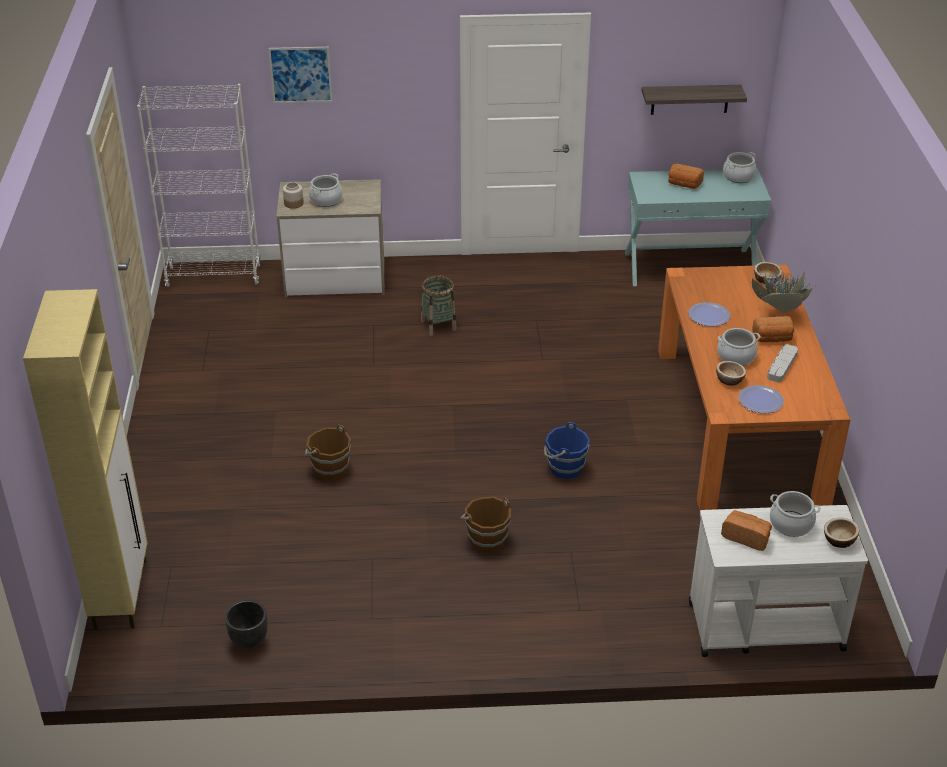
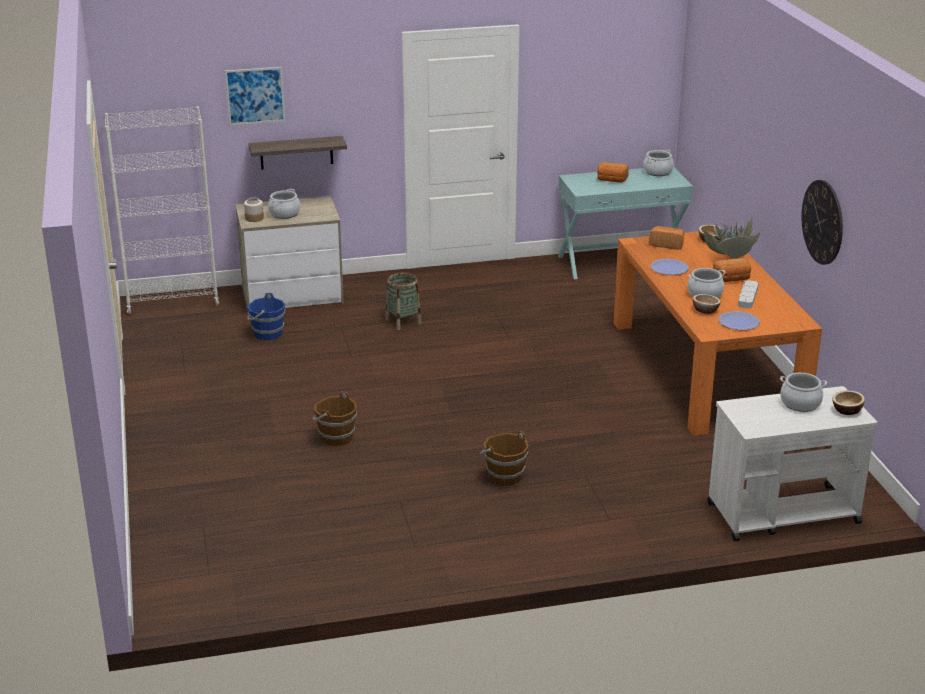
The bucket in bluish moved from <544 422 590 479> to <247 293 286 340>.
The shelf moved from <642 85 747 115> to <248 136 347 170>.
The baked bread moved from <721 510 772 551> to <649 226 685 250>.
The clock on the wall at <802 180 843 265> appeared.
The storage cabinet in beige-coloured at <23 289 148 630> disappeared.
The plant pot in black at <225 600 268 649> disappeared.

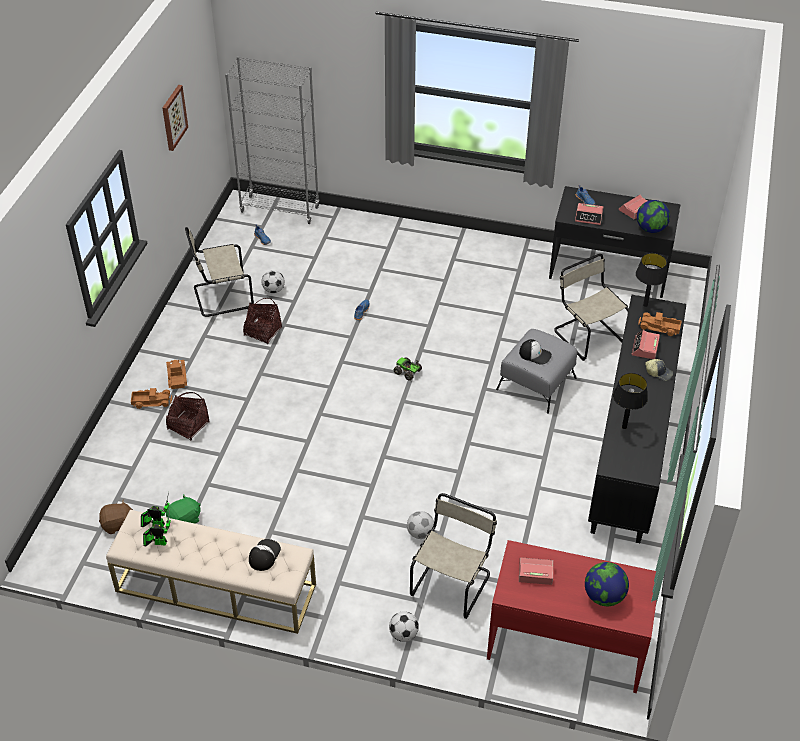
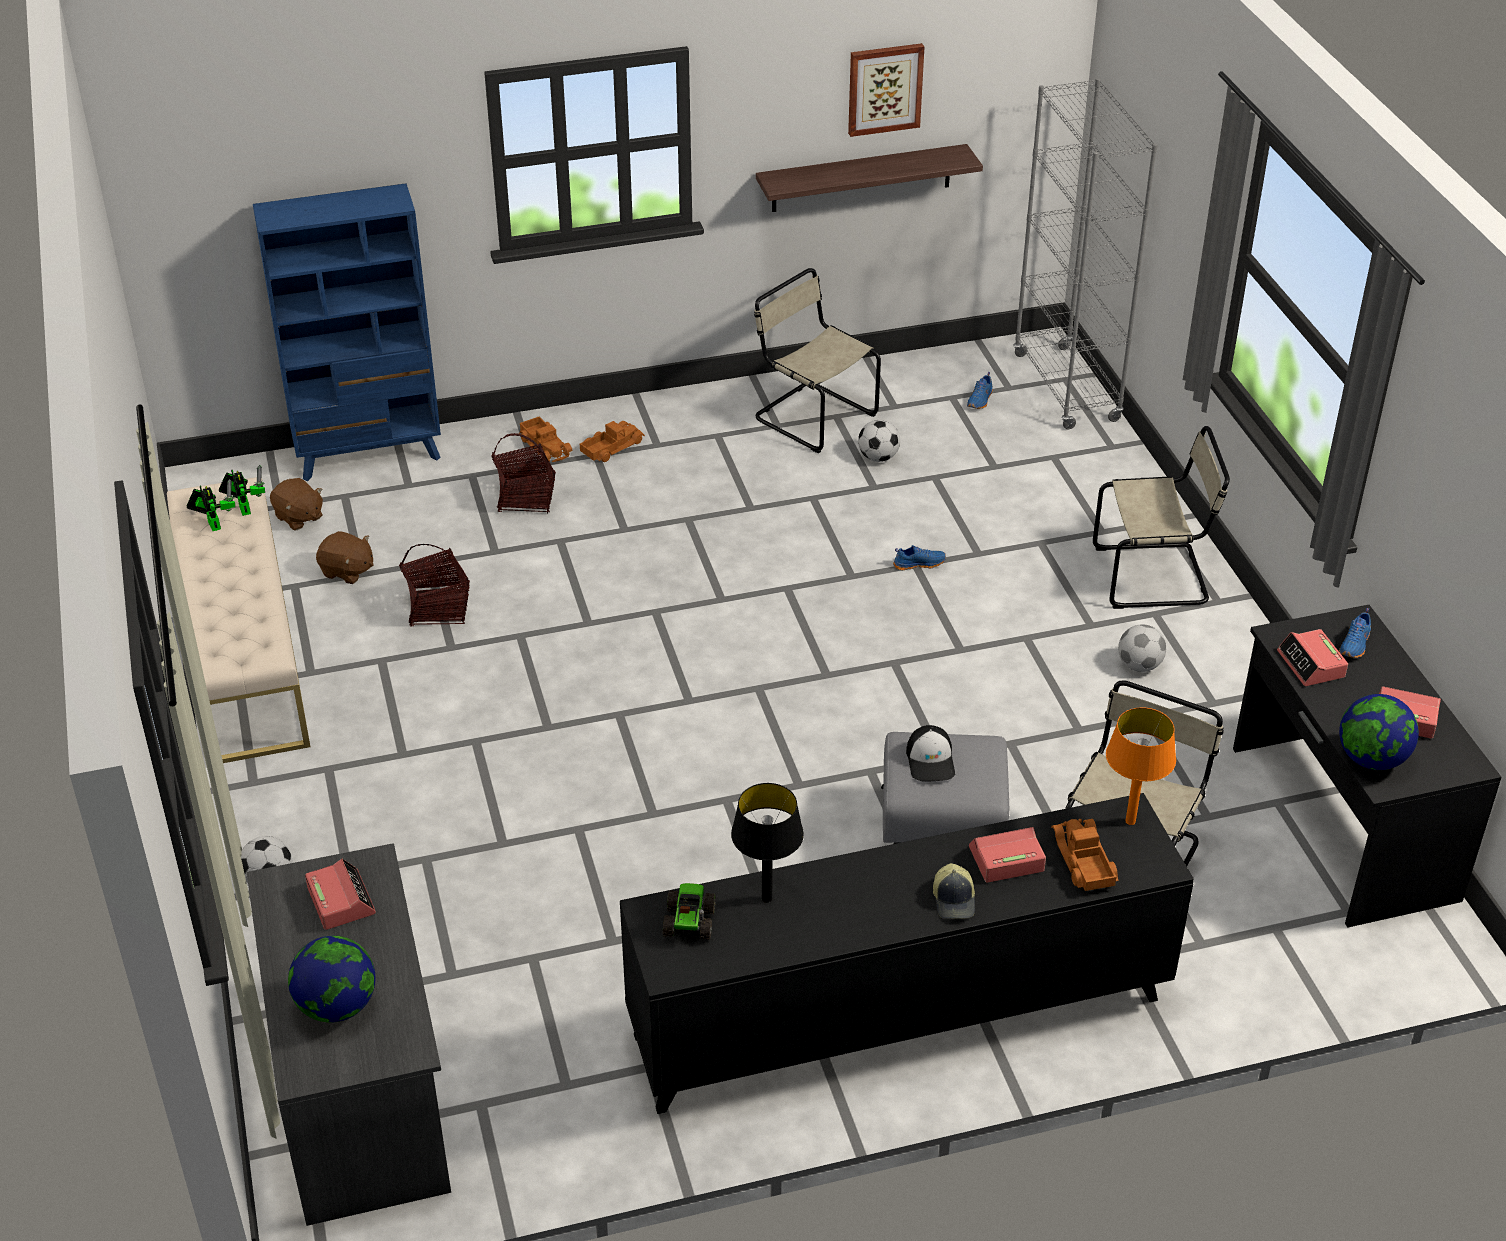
The desk in reddish at <487 540 657 693> became the desk in gray at <247 843 451 1226>.
The bookshelf in bluish at <253 183 441 481> appeared.
The cuddly toy in greenish at <166 494 201 524> became the cuddly toy in brownish at <316 531 374 584>.
The basket moved from <243 298 282 344> to <399 544 470 627>.
The toy truck moved from <393 357 422 381> to <663 883 716 940>.
The shelf at <756 144 983 212> appeared.
The chair in beige-coloured moved from <410 493 497 619> to <1093 426 1230 609>.
The table lamp in black at <636 253 667 307> became the table lamp in orange at <1106 707 1176 825>.
The football ball moved from <407 511 434 539> to <1118 624 1166 672>.
The peaked cap at <249 539 281 571> disappeared.

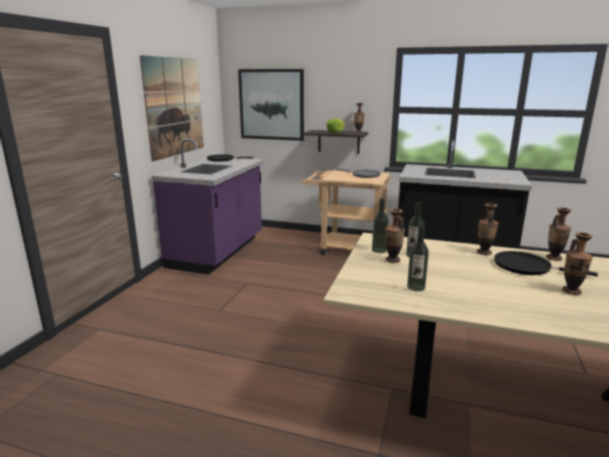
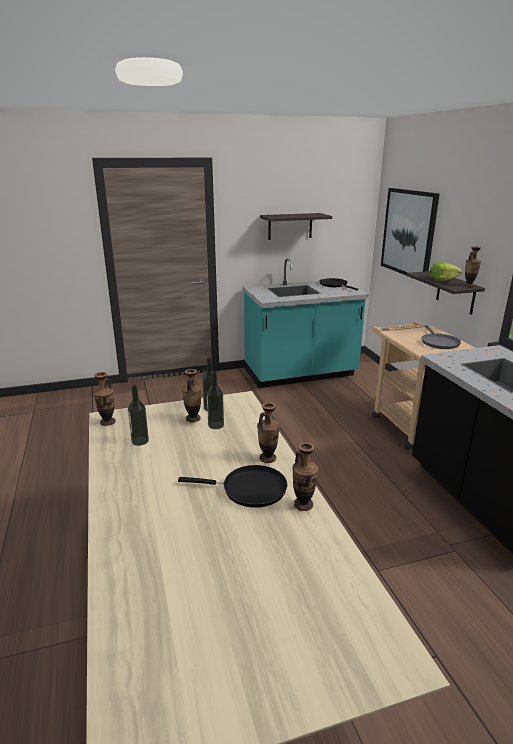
The flower vase moved from <562 232 593 295> to <93 372 116 426>.
The pan in black at <494 251 598 276> turned 105 degrees clockwise.
The kitchen base unit in purple at <152 139 263 275> became the kitchen base unit in turquoise-coloured at <243 258 369 388>.
The wall art at <140 55 204 162> was replaced by the shelf at <260 213 332 240>.

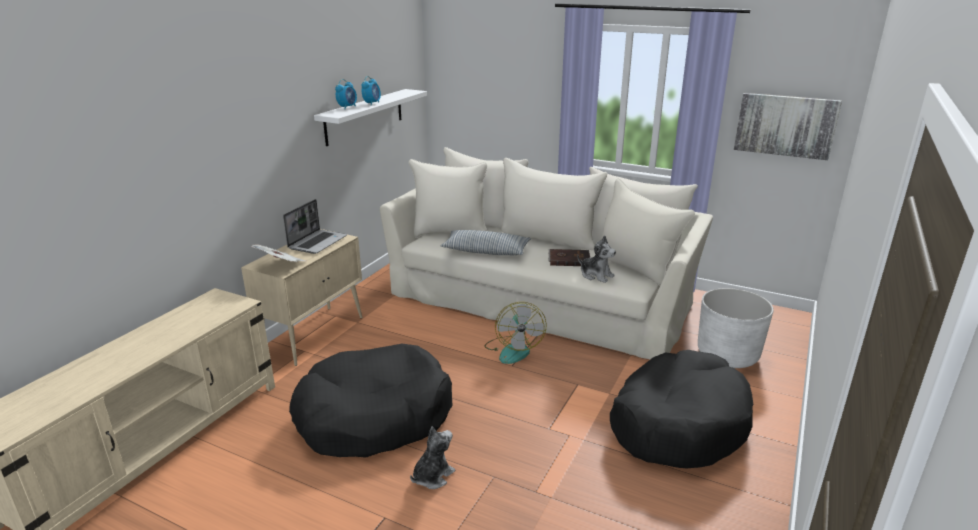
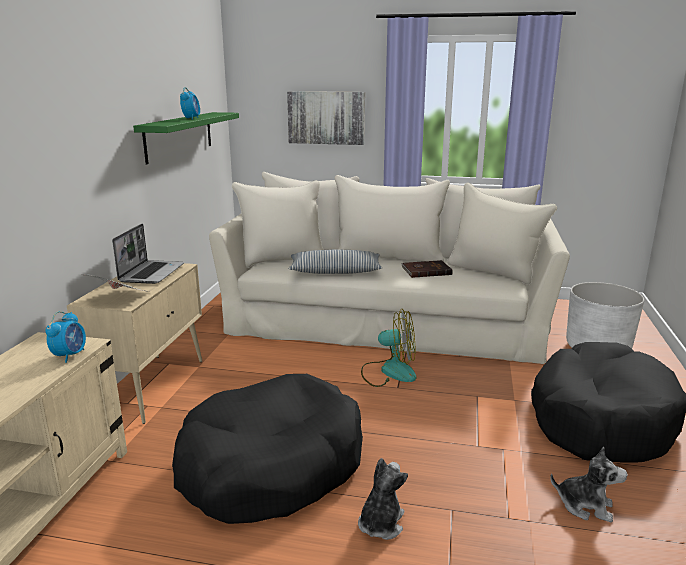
The bedside clock moved from <335 79 357 109> to <45 311 86 363>.
The shelf in whitish at <314 89 427 146> became the shelf in greenish at <133 112 239 164>.
The wall art moved from <734 93 842 160> to <287 91 365 145>.
The fan at <484 302 547 364> turned 60 degrees counterclockwise.
The cuddly toy moved from <577 236 616 283> to <550 447 628 523>.

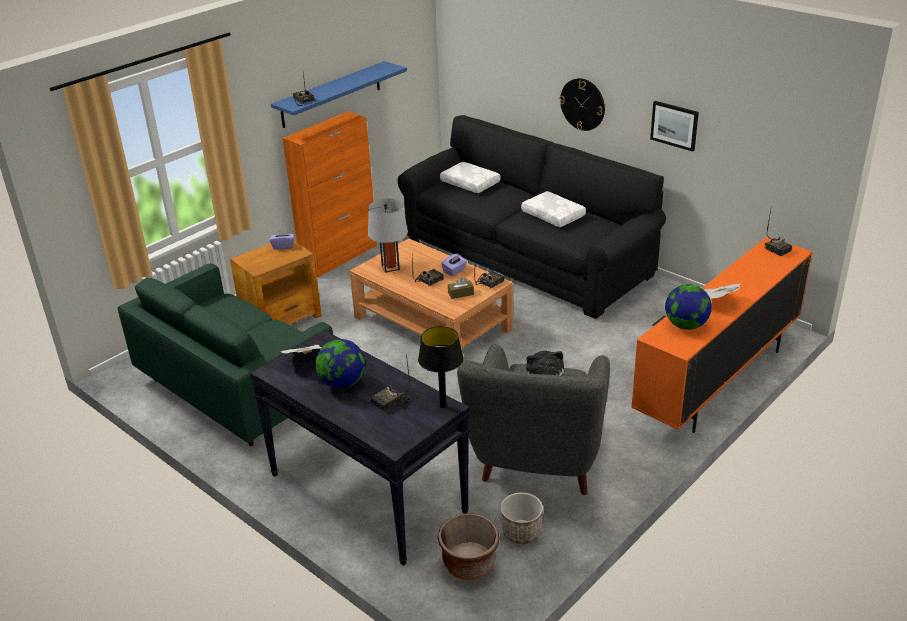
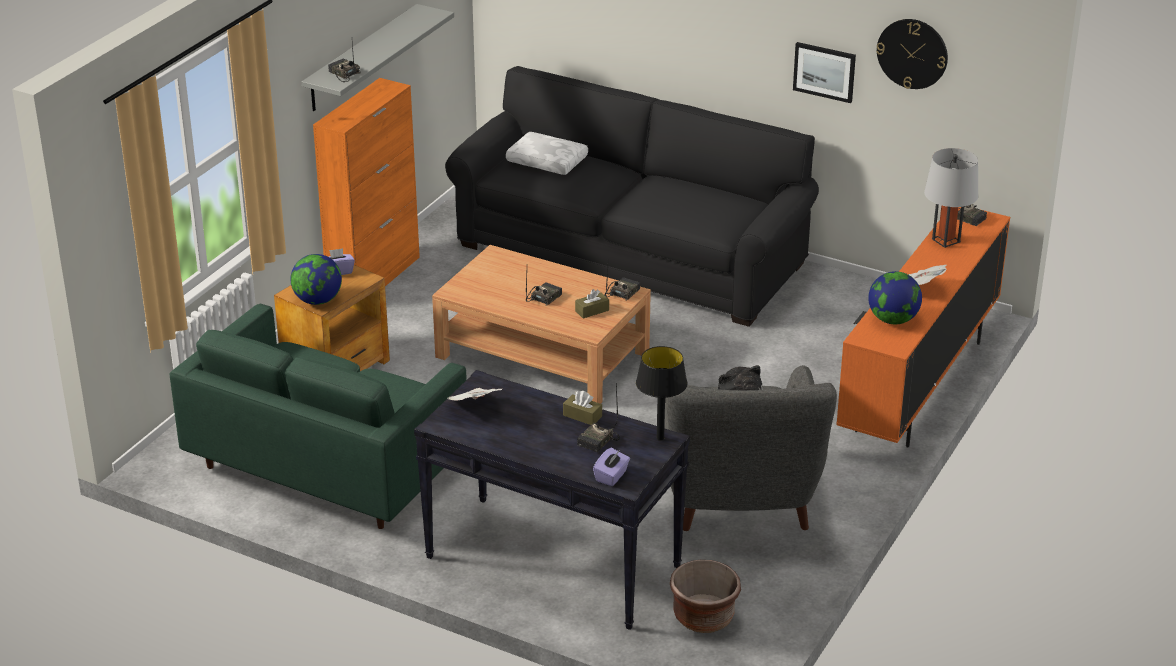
The globe moved from <315 339 365 388> to <291 254 342 305>.
The shelf in bluish at <271 61 407 128> became the shelf in gray at <302 4 454 111>.
The box of tissues in brownish at <563 391 602 425> appeared.
The box of tissues in purple moved from <441 254 467 276> to <593 448 630 486>.
The clock on the wall moved from <560 78 605 131> to <876 19 948 89>.
The table lamp in gray moved from <368 198 408 273> to <924 148 978 248>.
The plant pot at <500 492 543 544> disappeared.
The pillow in whitish at <521 191 586 227> disappeared.

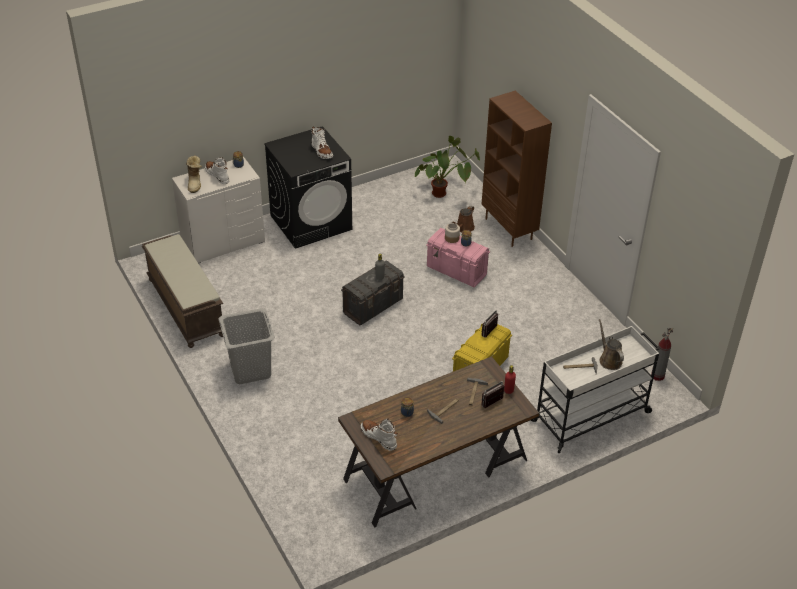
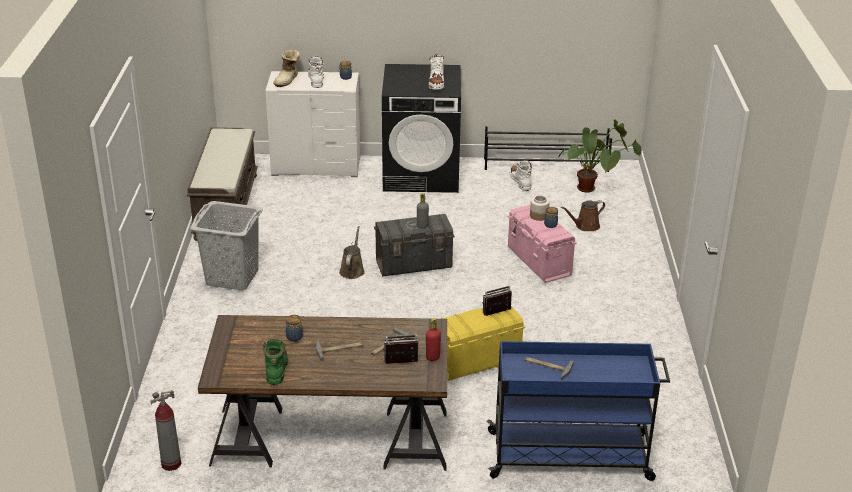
The extinguisher moved from <651 328 674 381> to <150 390 181 471>.
The tall boot in greenish at <263 339 288 385> appeared.
The watering pot in brownish moved from <599 319 624 370> to <339 226 365 279>.
The shoe rack in black at <484 126 612 172> appeared.
The cart in whitish at <531 326 660 454> became the cart in bluish at <486 341 670 481>.
The tall boot in whitish moved from <361 418 398 451> to <510 160 532 191>.
The bookshelf in brownish at <482 91 552 247> disappeared.

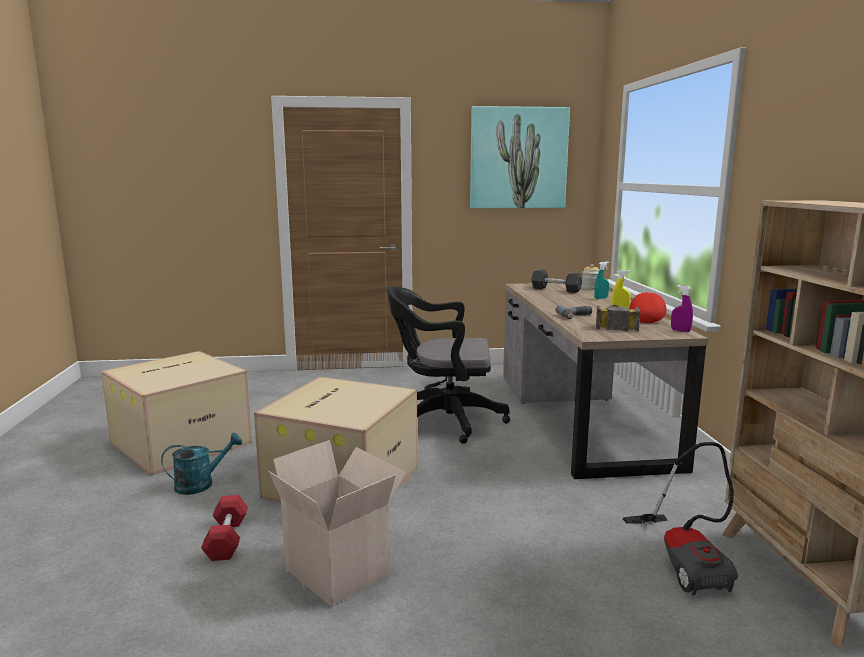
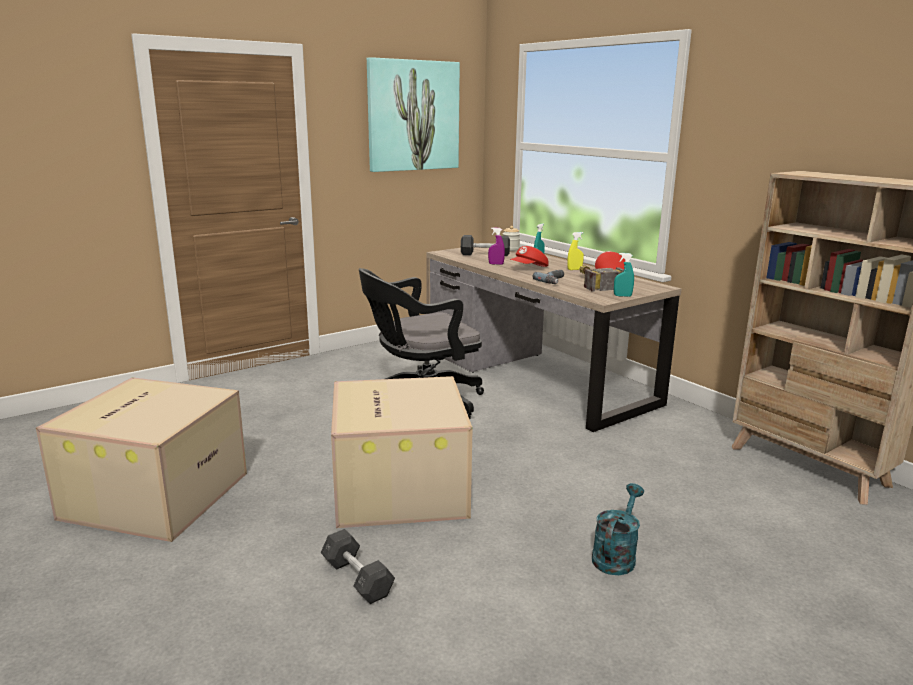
The dumbbell in reddish at <201 495 248 561> became the dumbbell in gray at <321 529 395 604>.
The spray bottle in purple moved from <671 285 693 332> to <488 227 505 265>.
The peaked cap in reddish at <510 246 549 267> appeared.
The watering pot in turquoise-coloured moved from <161 433 242 495> to <592 483 644 575>.
The spray bottle in turquoise-coloured at <614 253 634 297> appeared.
The cardboard box at <268 440 407 607> disappeared.
The hoover at <623 442 738 595> disappeared.

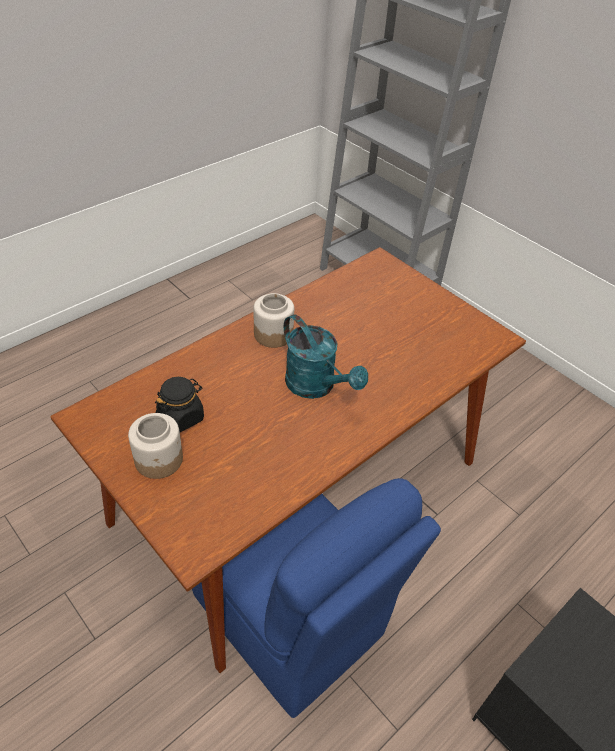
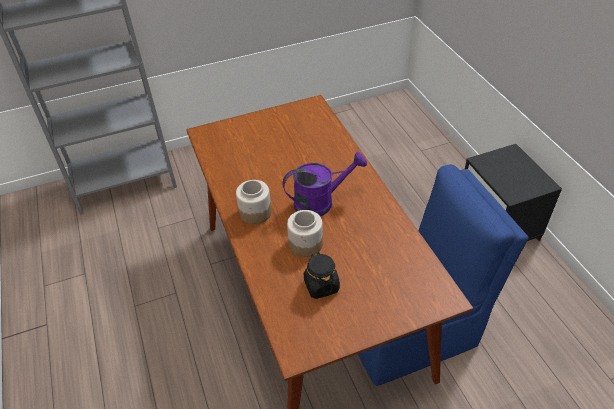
The watering pot in turquoise-coloured at <284 314 368 399> became the watering pot in purple at <283 152 367 216>.
The storage jar moved from <128 413 183 479> to <287 210 323 257>.

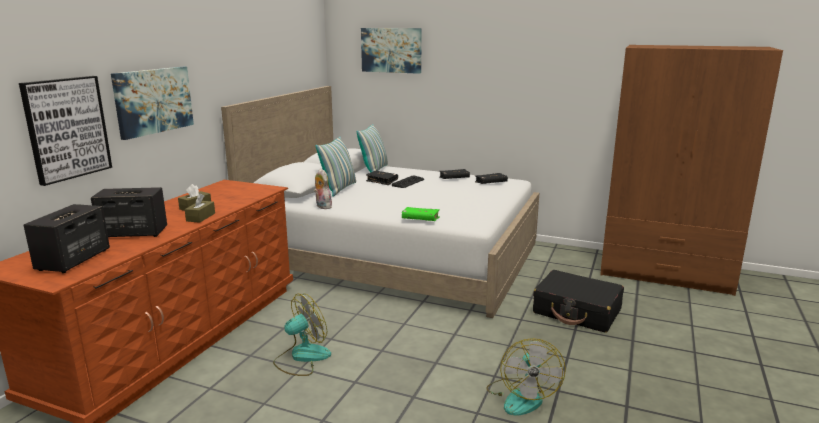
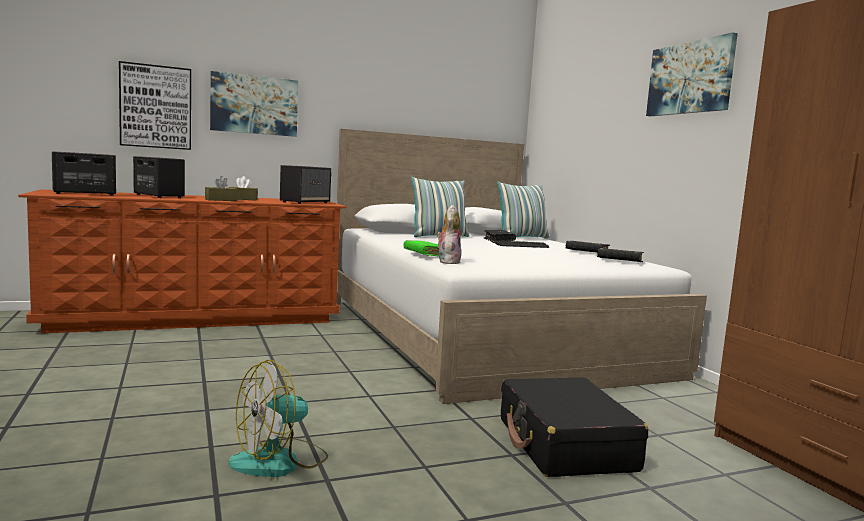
The loudspeaker at <280 165 331 204> appeared.
The cuddly toy moved from <314 169 332 209> to <437 205 461 264>.
The wall art moved from <361 28 422 74> to <646 32 738 116>.
The fan at <273 293 331 376> disappeared.

